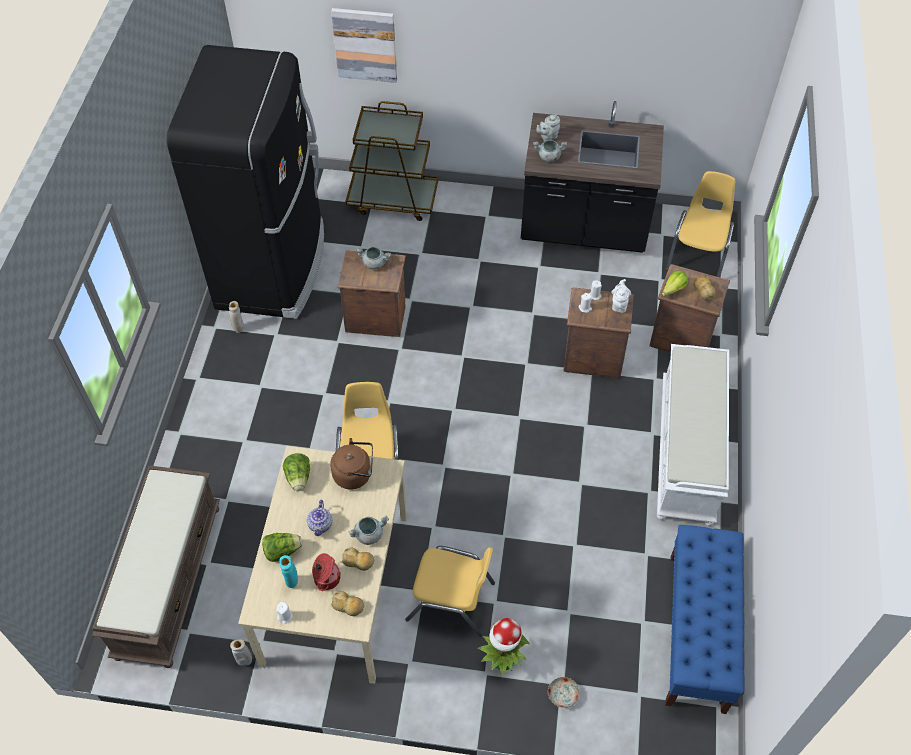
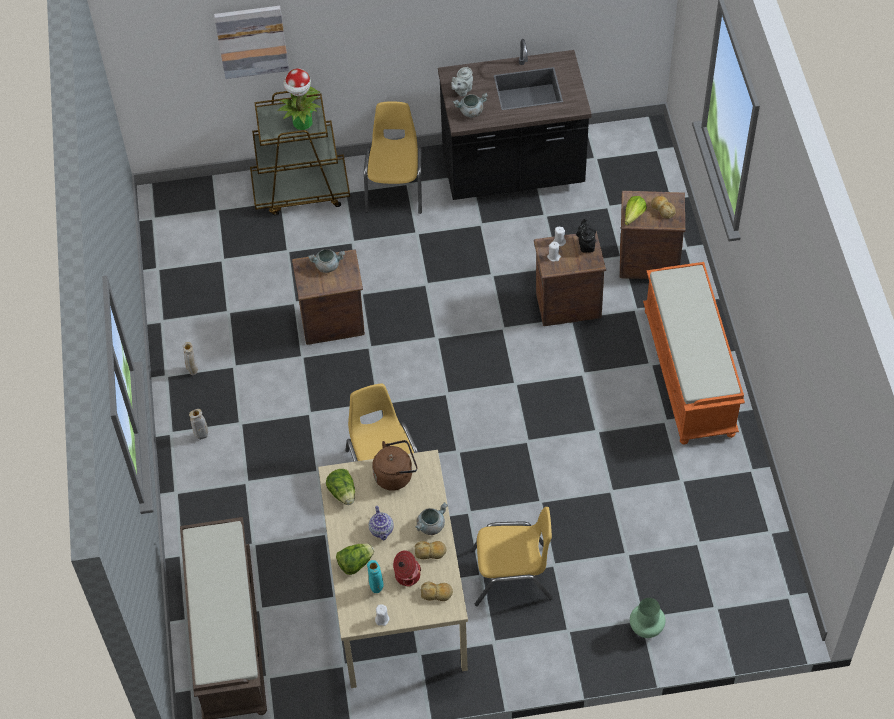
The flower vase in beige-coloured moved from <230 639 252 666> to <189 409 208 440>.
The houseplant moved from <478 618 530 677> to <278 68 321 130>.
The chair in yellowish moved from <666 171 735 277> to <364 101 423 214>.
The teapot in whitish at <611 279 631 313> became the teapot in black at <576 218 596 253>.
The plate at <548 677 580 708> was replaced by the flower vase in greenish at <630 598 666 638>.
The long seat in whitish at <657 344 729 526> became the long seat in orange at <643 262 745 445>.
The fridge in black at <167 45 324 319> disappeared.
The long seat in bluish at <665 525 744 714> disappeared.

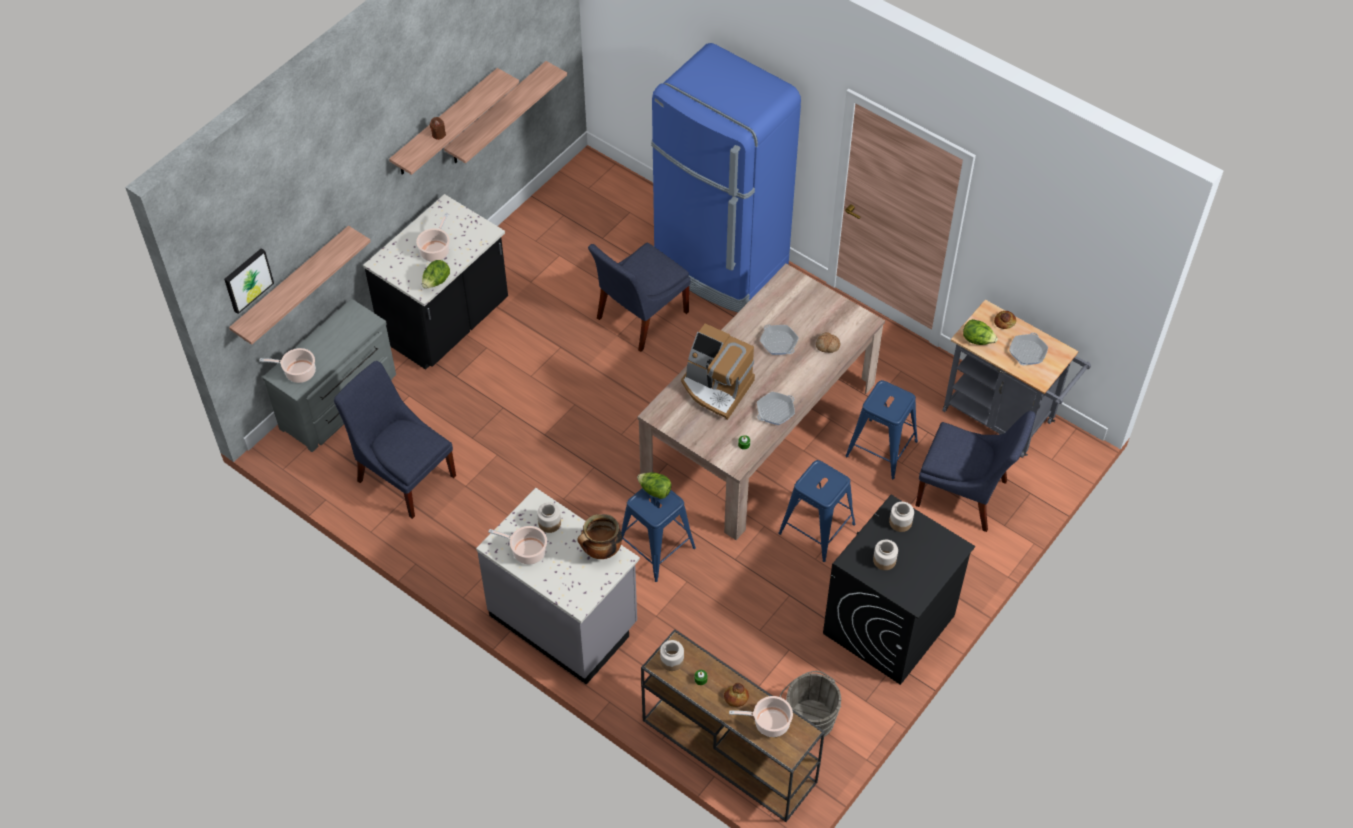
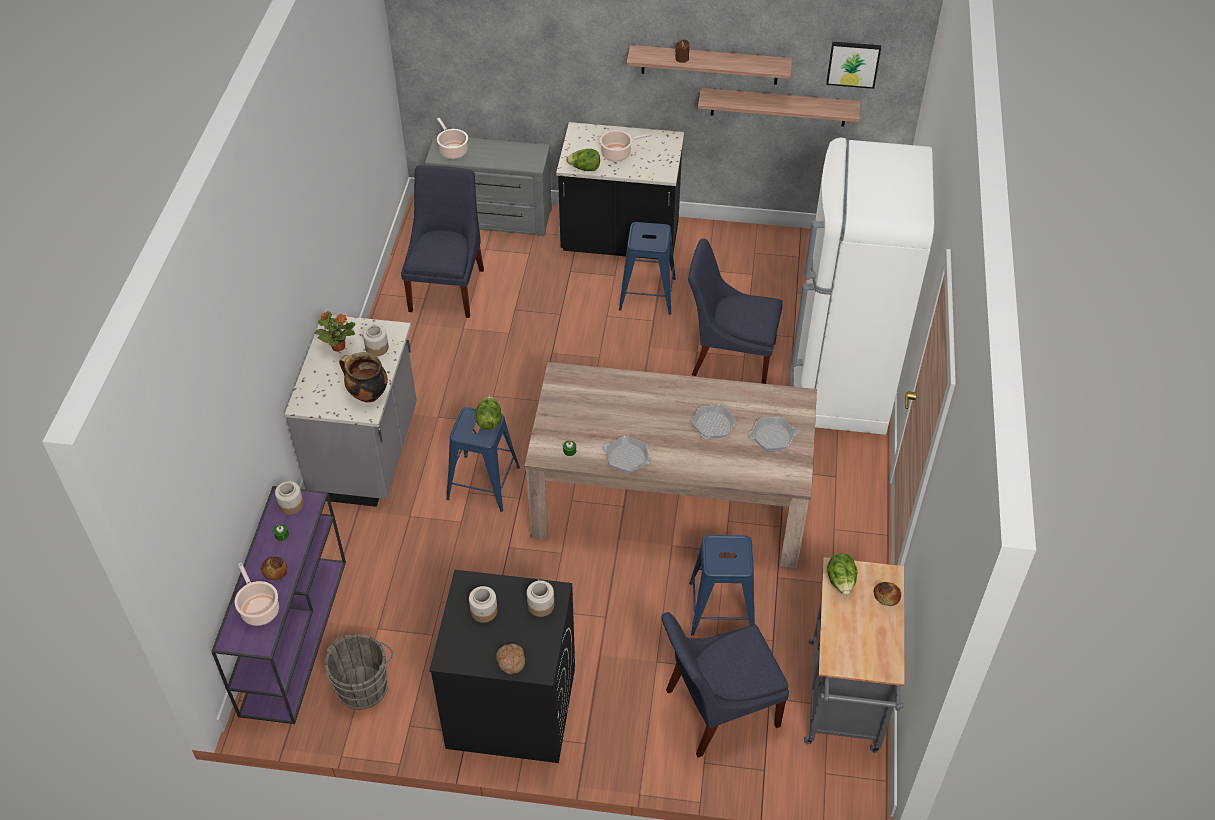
The hall table in brownish at <641 629 825 822> became the hall table in purple at <211 486 346 724>.
The cooking pot at <488 526 547 565> was replaced by the houseplant at <314 311 355 352>.
The baked bread moved from <816 332 840 353> to <496 644 525 674>.
The stool in bluish moved from <779 460 855 562> to <619 222 676 315>.
The chair in bluish at <915 411 1036 532> turned 75 degrees clockwise.
The pan moved from <1009 333 1048 366> to <748 417 798 451>.
The fridge in bluish at <651 43 801 312> became the fridge in whitish at <789 138 935 435>.
The wall art moved from <224 248 274 314> to <826 42 881 89>.
The shelf at <229 226 371 345> disappeared.
The coffee machine at <681 324 755 420> disappeared.

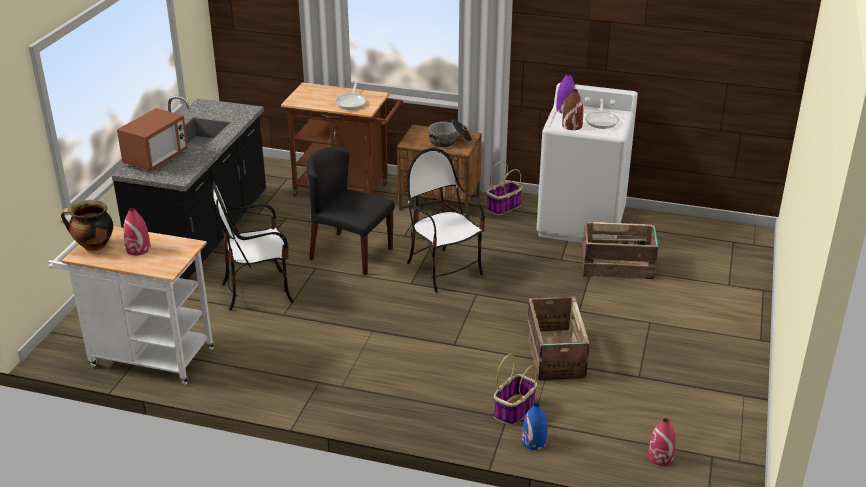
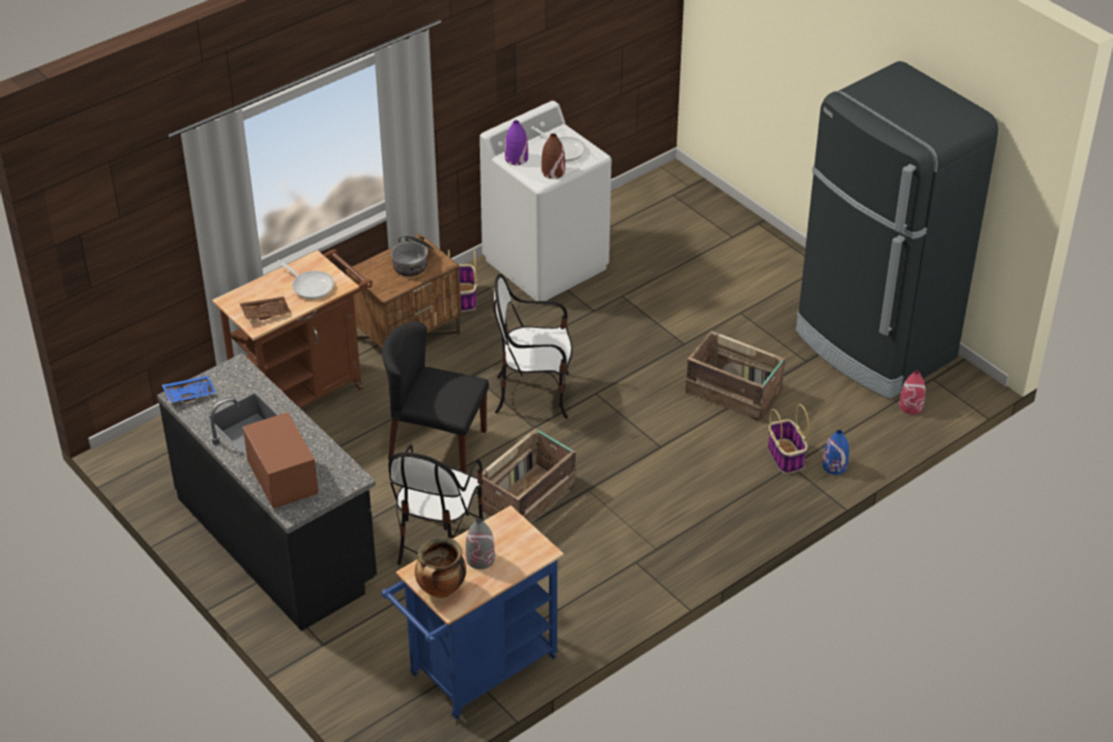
The serving tray in bluish at <162 376 216 403> appeared.
The serving tray in brownish at <240 297 291 320> appeared.
The chair in black at <306 147 395 275> turned 45 degrees clockwise.
The cart in whitish at <48 226 214 384> became the cart in bluish at <382 505 564 720>.
The flower vase in reddish at <123 208 151 256> became the flower vase in gray at <466 518 495 569>.
The shipping crate moved from <582 222 658 279> to <478 428 576 523>.
The fridge in black at <796 61 998 399> appeared.

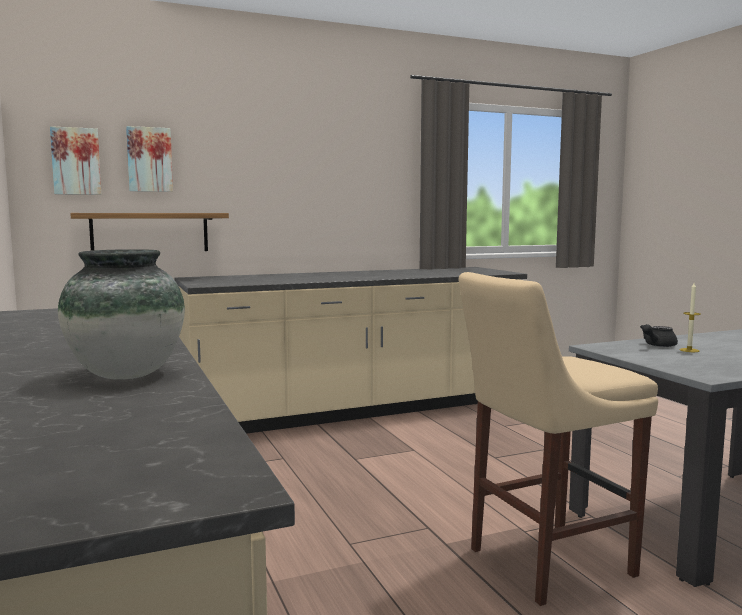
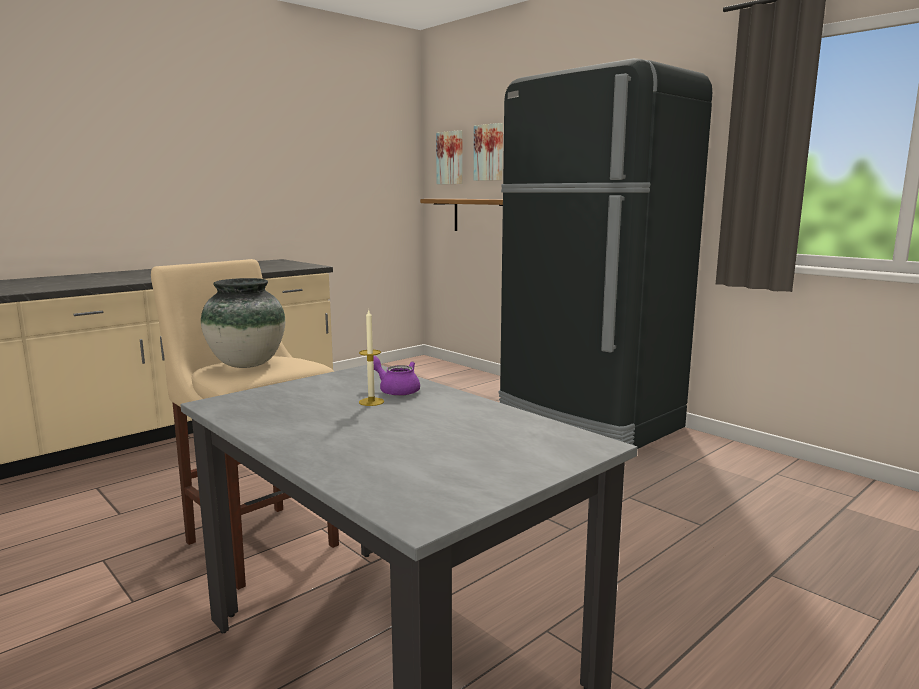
The flower vase moved from <58 249 185 380> to <201 278 285 368>.
The teapot in black at <640 324 678 347> became the teapot in purple at <373 356 420 396>.
The kitchen base unit in beige-coloured at <174 267 527 434> was replaced by the fridge in black at <499 58 712 448>.

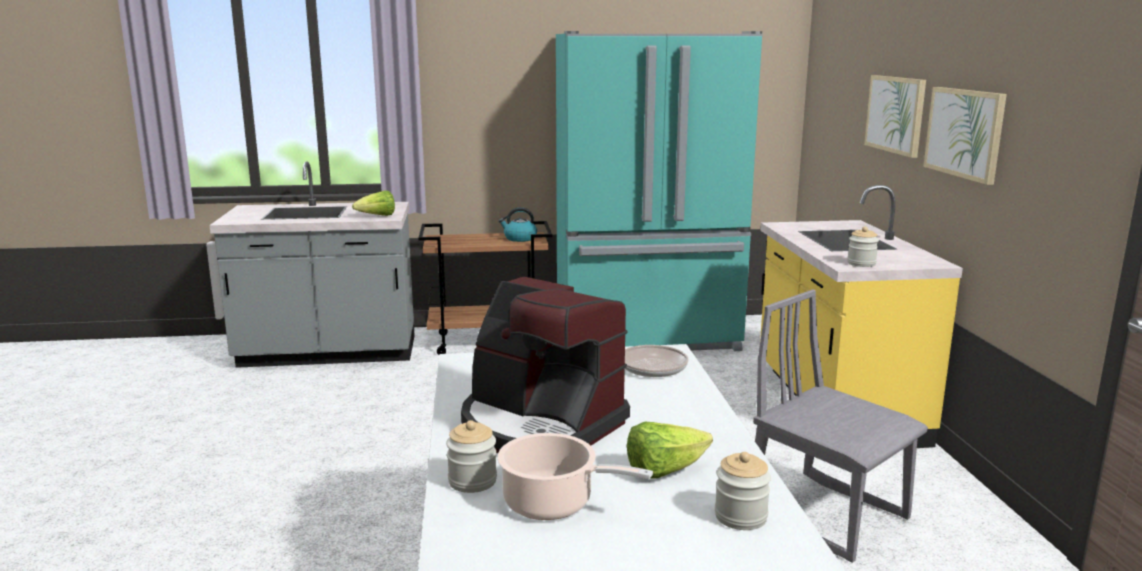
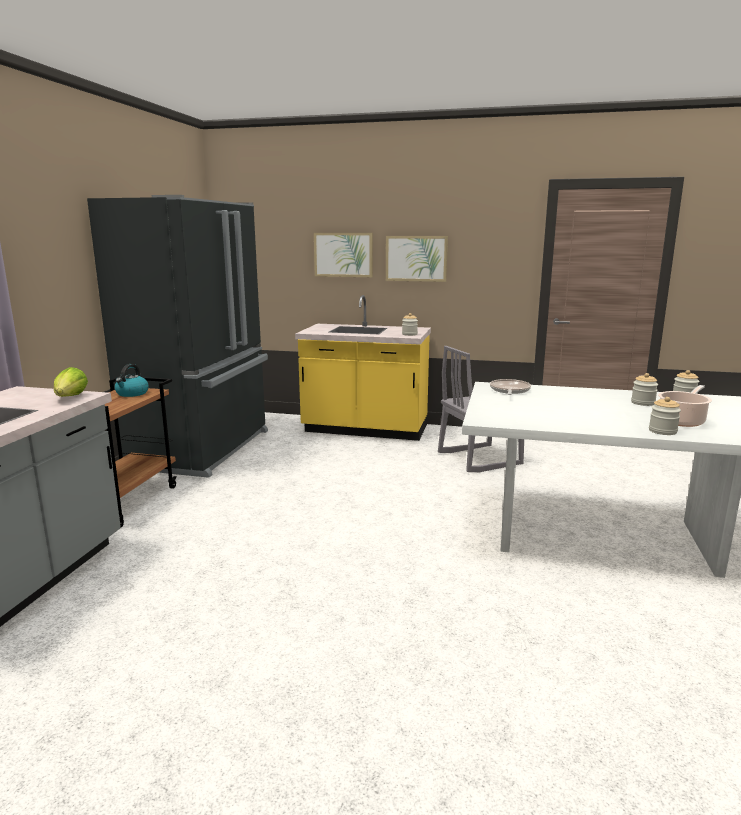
The fridge in turquoise-coloured at <556 31 763 351> became the fridge in black at <87 195 268 478>.
The head of lettuce at <627 421 713 479> was replaced by the storage jar at <631 373 658 406>.
The coffee machine at <461 276 630 453> disappeared.

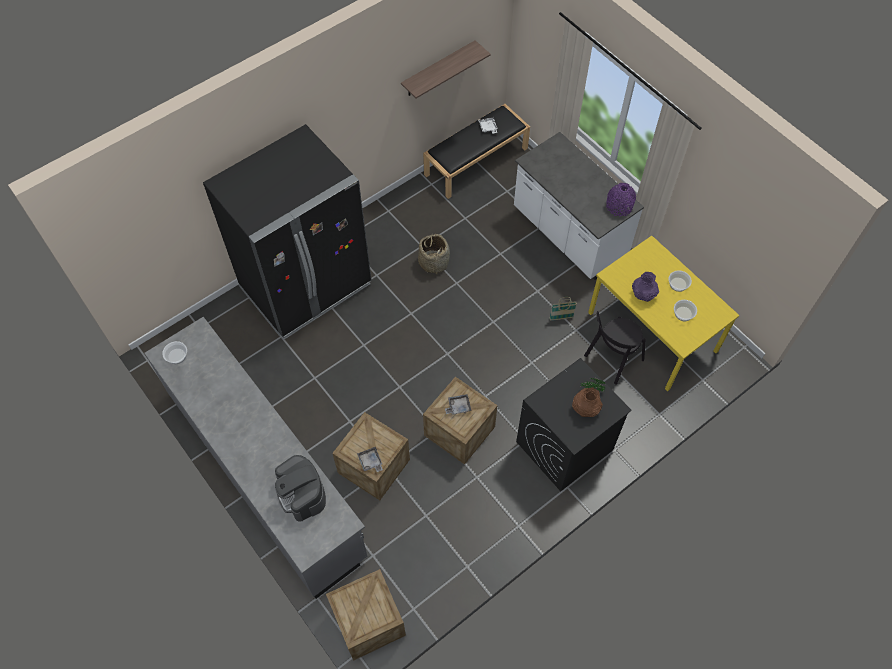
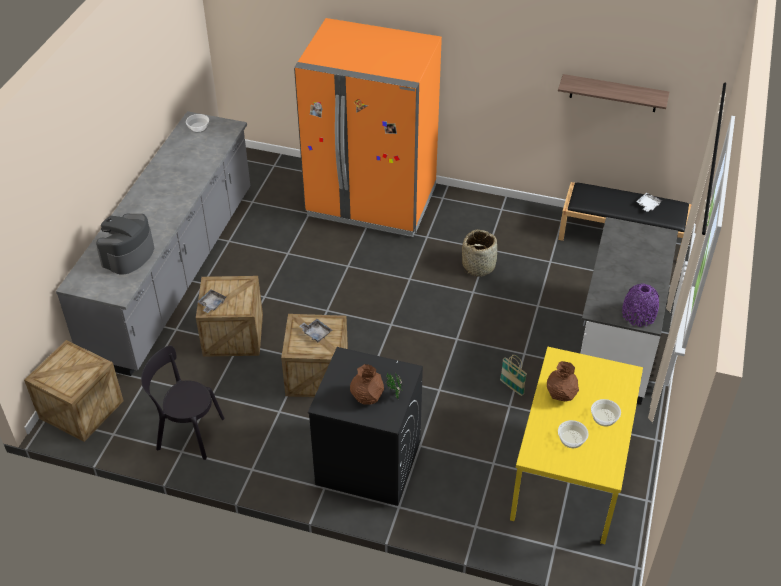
The chair in black moved from <584 311 646 385> to <141 346 224 460>.
The fridge in black at <203 124 372 340> became the fridge in orange at <294 18 442 237>.
The flower vase in purple at <632 272 659 302> became the flower vase in brownish at <547 361 579 401>.

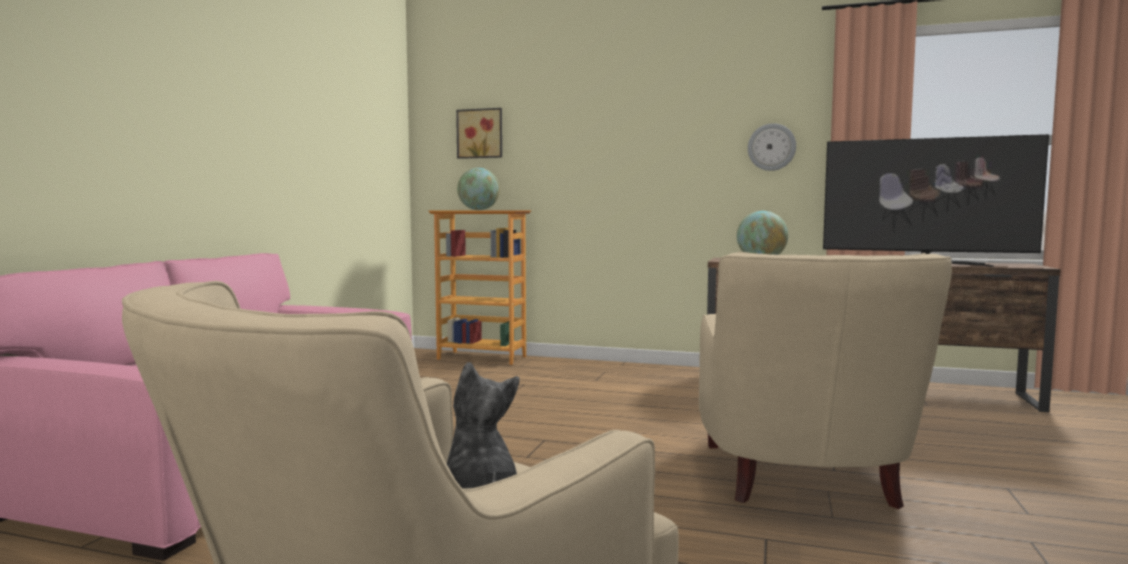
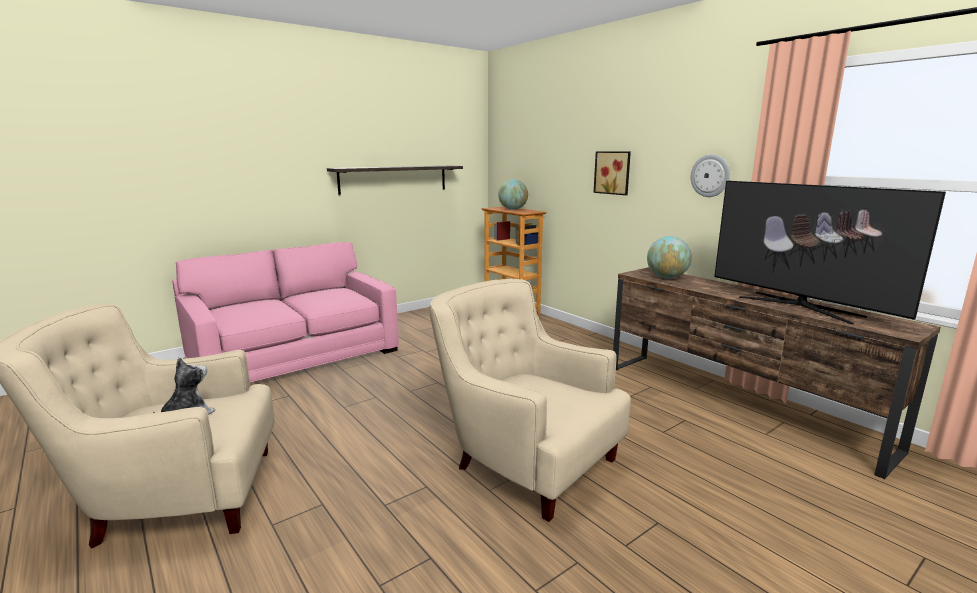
The shelf at <327 166 463 195> appeared.
The easy chair in beige-coloured at <699 252 952 509> turned 90 degrees clockwise.
The wall art moved from <456 108 502 159> to <594 151 631 195>.

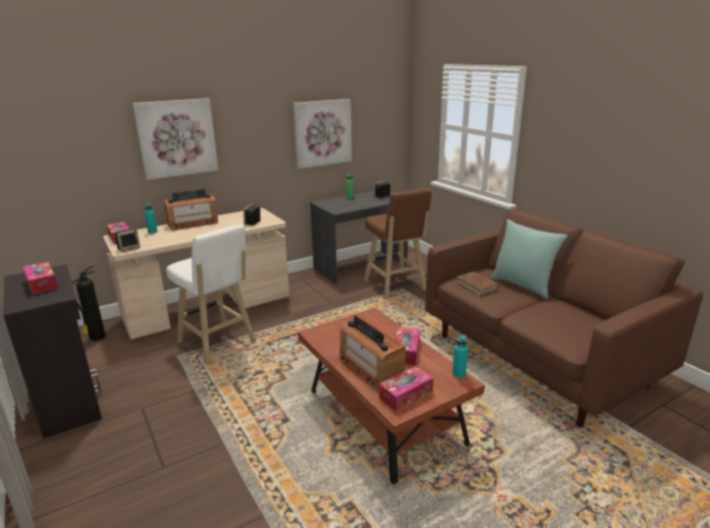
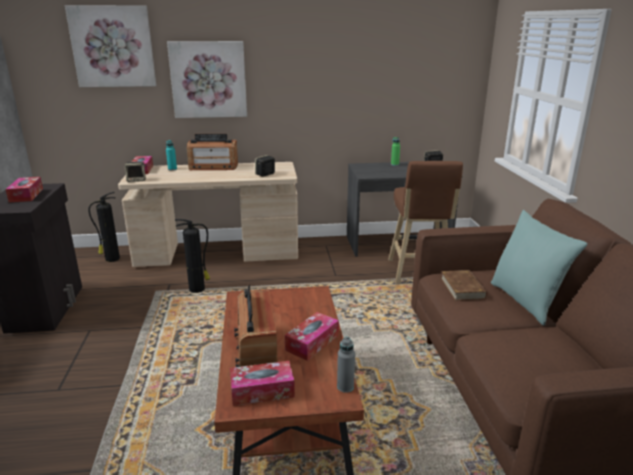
The wall art moved from <293 99 352 169> to <65 5 156 87>.
The stool in whitish at <166 224 256 365> was replaced by the extinguisher at <175 219 210 293>.
The drink bottle in turquoise-coloured at <452 334 468 378> became the drink bottle in gray at <337 337 355 393>.

